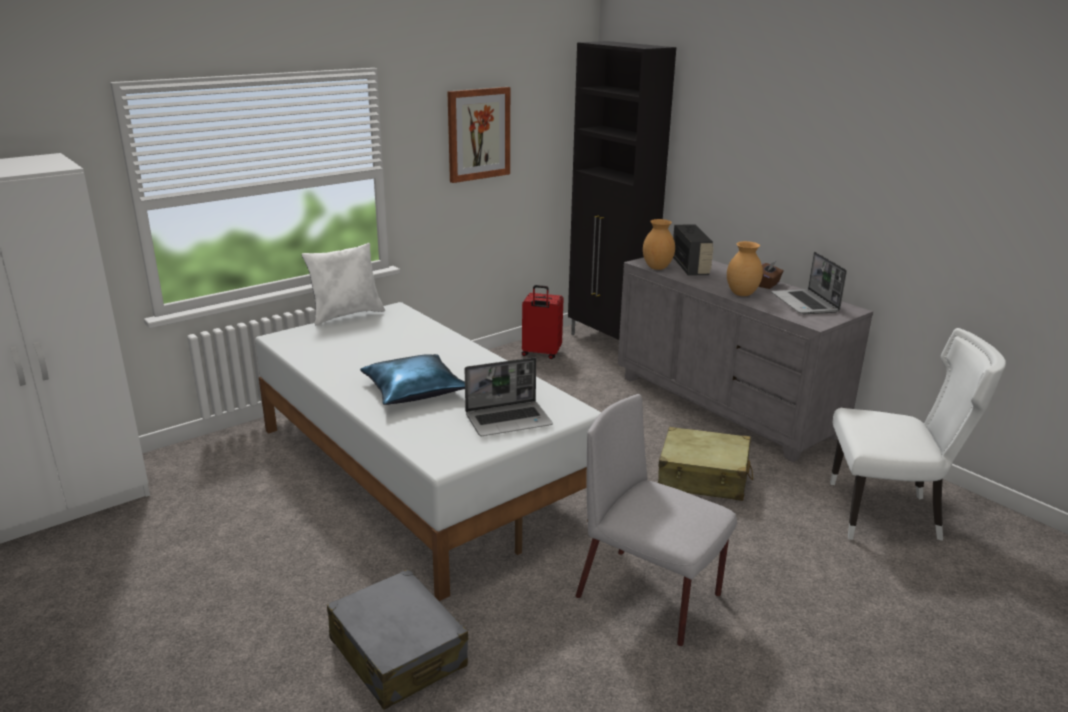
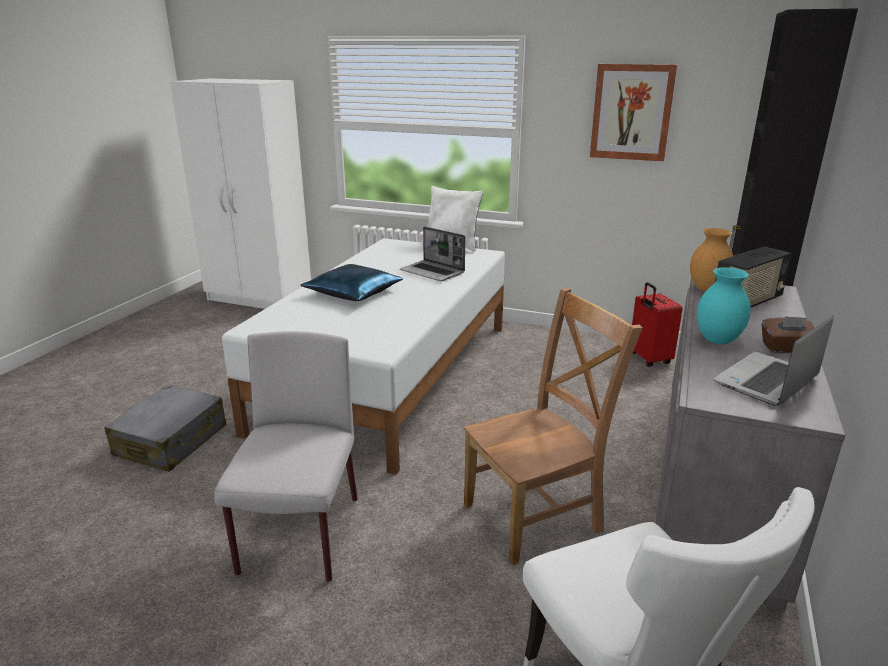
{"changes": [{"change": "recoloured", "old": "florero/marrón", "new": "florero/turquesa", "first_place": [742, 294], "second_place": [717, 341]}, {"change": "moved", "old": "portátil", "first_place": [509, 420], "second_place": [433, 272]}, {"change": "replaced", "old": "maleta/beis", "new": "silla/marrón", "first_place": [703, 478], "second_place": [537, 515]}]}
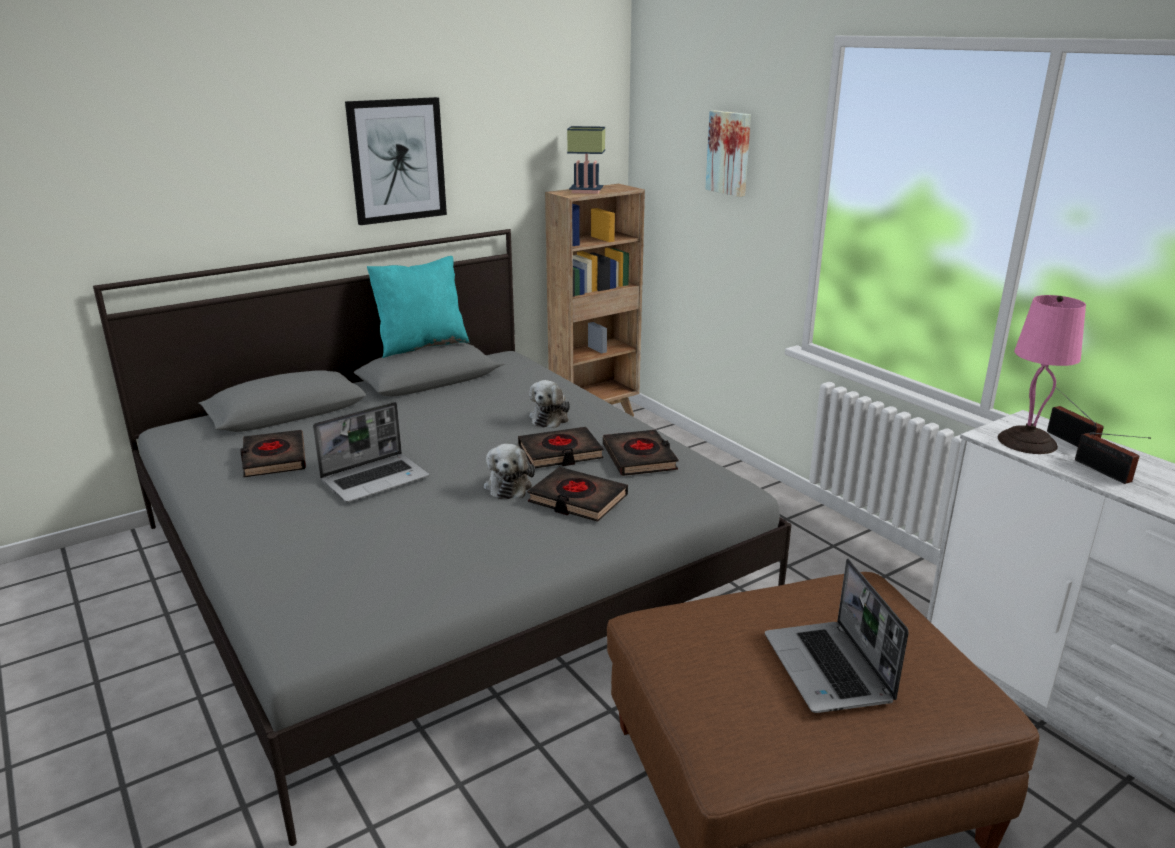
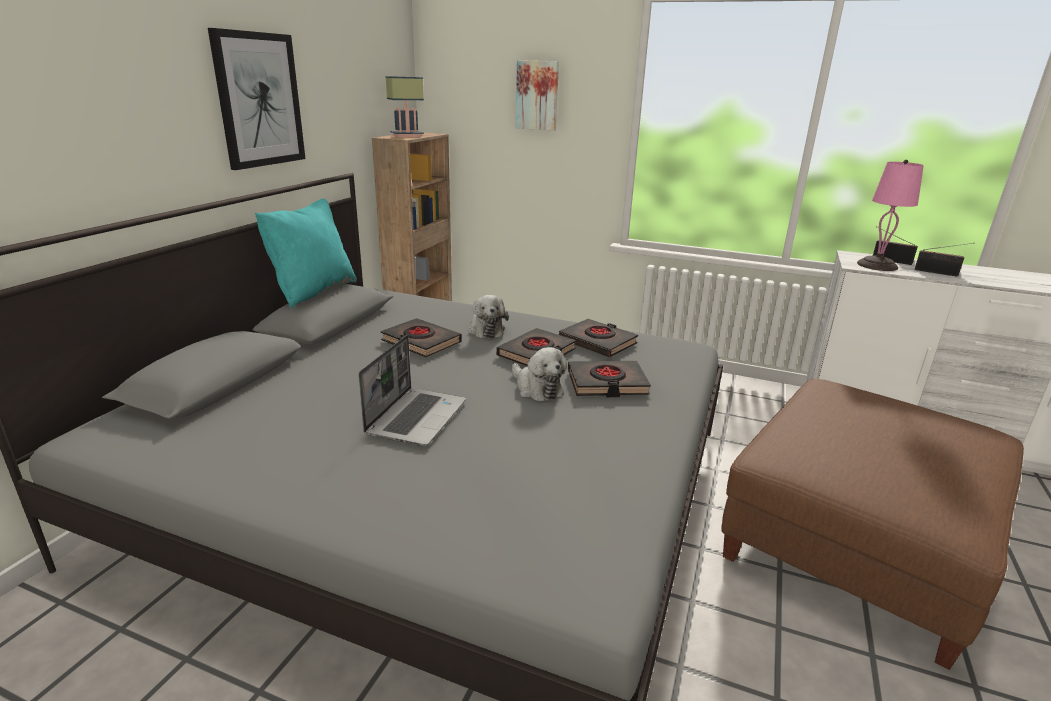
{"changes": [{"change": "moved", "old": "libro/negro", "first_place": [274, 459], "second_place": [421, 342]}, {"change": "removed", "old": "portátil", "first_place": [829, 669]}]}
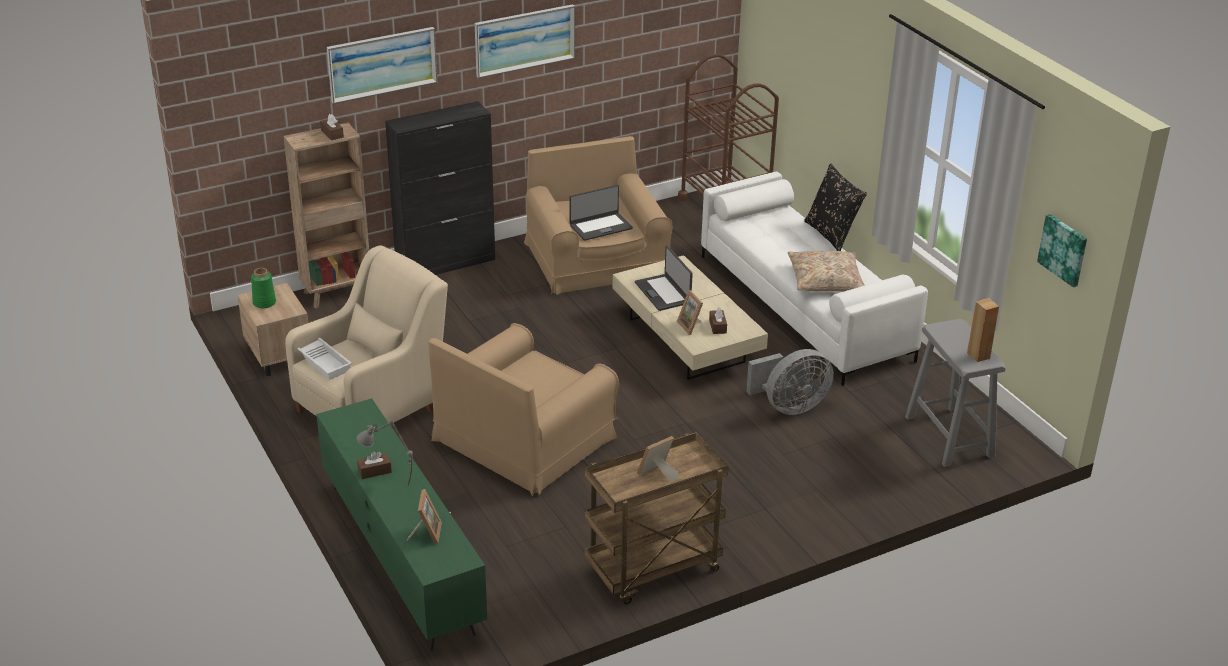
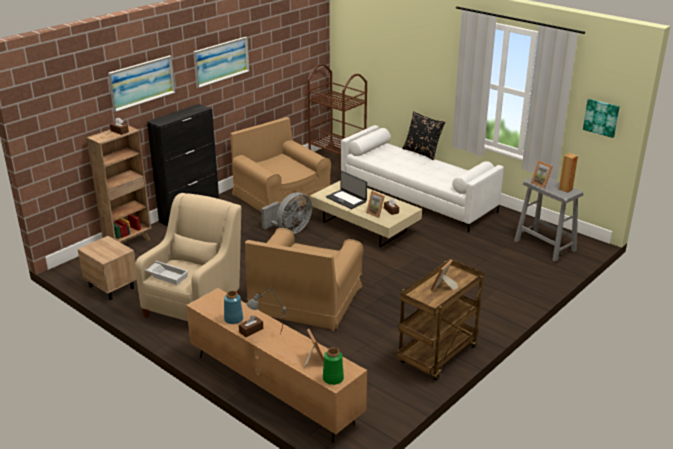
{"changes": [{"change": "removed", "old": "portátil", "first_place": [600, 227]}, {"change": "removed", "old": "cojín/beis", "first_place": [825, 280]}, {"change": "moved", "old": "florero/verde", "first_place": [264, 303], "second_place": [333, 379]}, {"change": "moved", "old": "ventilador/gris", "first_place": [790, 406], "second_place": [290, 230]}, {"change": "recoloured", "old": "mueble de televisión/verde", "new": "mueble de televisión/marrón", "first_place": [402, 558], "second_place": [274, 389]}, {"change": "added", "new": "portarretratos", "second_place": [541, 184]}, {"change": "added", "new": "florero/azul", "second_place": [234, 319]}]}
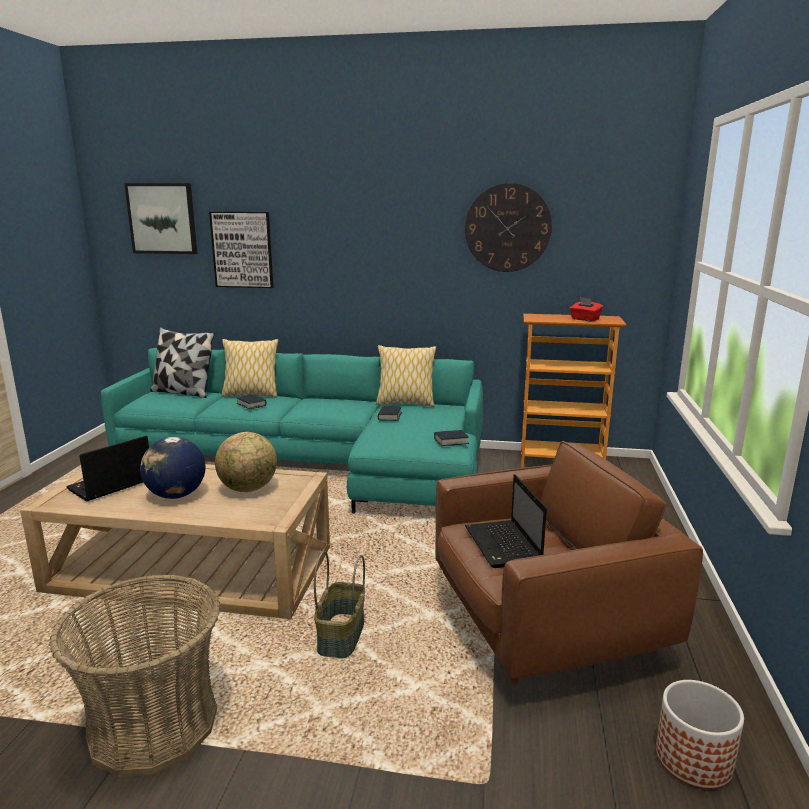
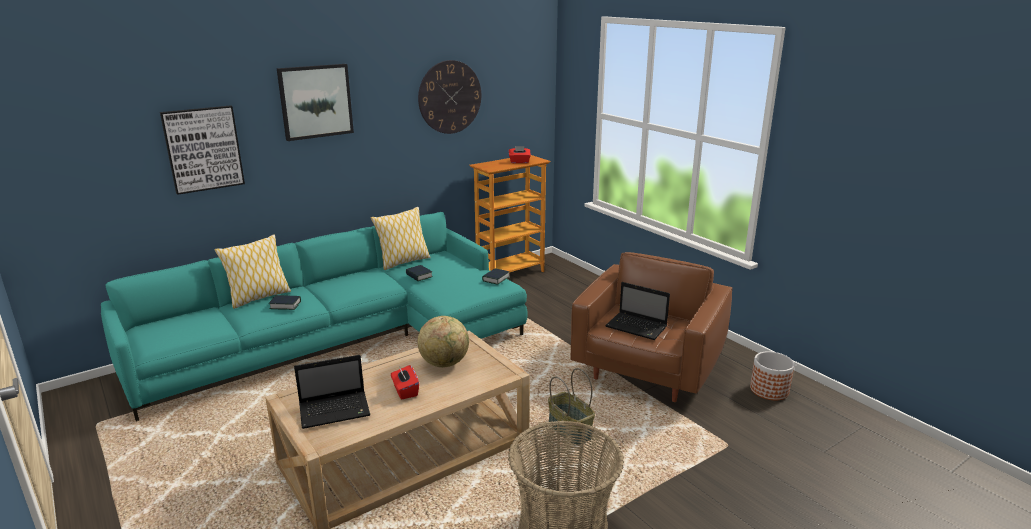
{"changes": [{"change": "moved", "old": "cuadro", "first_place": [162, 218], "second_place": [315, 101]}, {"change": "removed", "old": "cojín", "first_place": [183, 392]}, {"change": "turned", "old": "portátil", "first_place": [109, 486], "second_place": [336, 410], "degrees": -105}, {"change": "replaced", "old": "globo terráqueo", "new": "caja de pañuelos/rojo", "first_place": [176, 495], "second_place": [405, 391]}]}
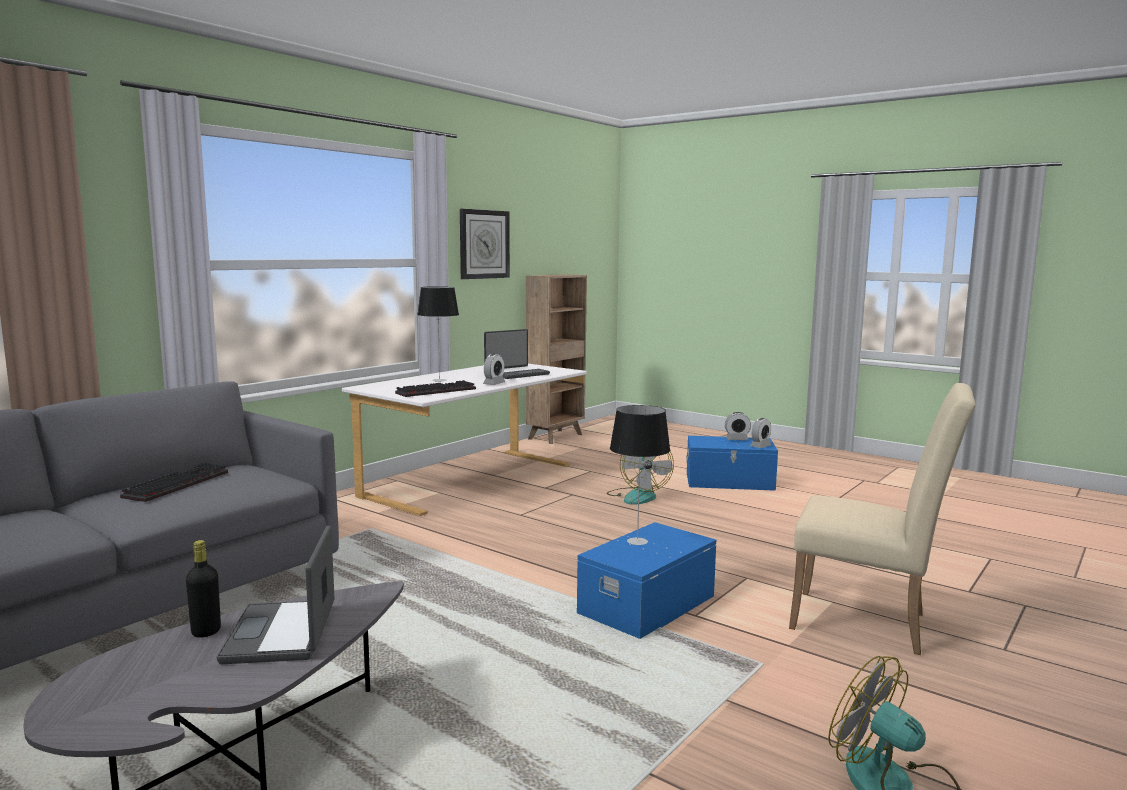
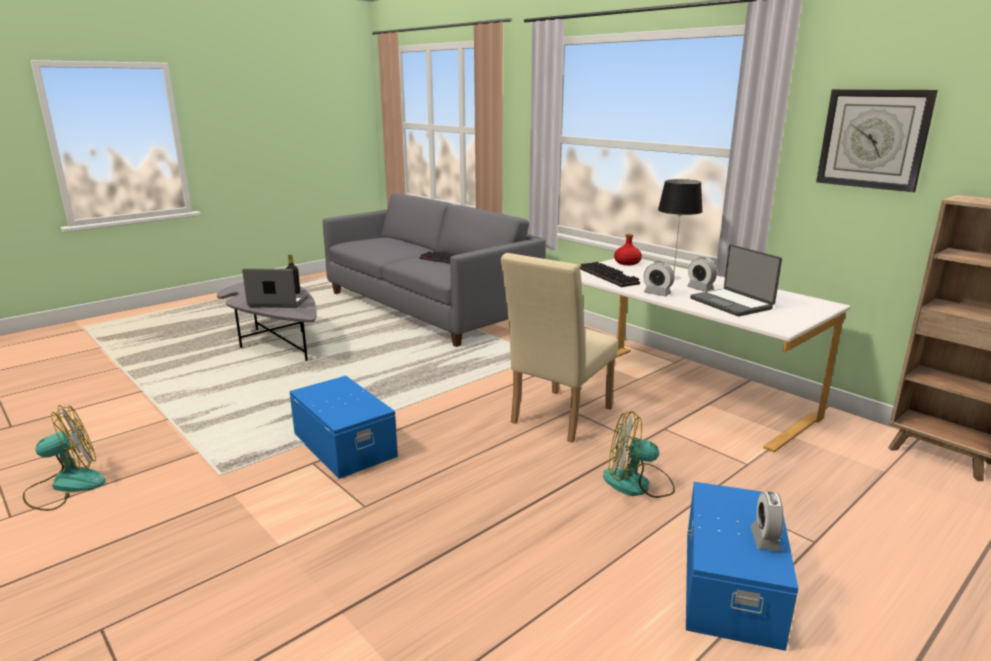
{"changes": [{"change": "moved", "old": "silla/beis", "first_place": [870, 623], "second_place": [557, 418]}, {"change": "removed", "old": "lámpara de mesa", "first_place": [636, 541]}, {"change": "moved", "old": "despertador", "first_place": [760, 446], "second_place": [700, 289]}, {"change": "added", "new": "botella/rojo", "second_place": [627, 263]}]}
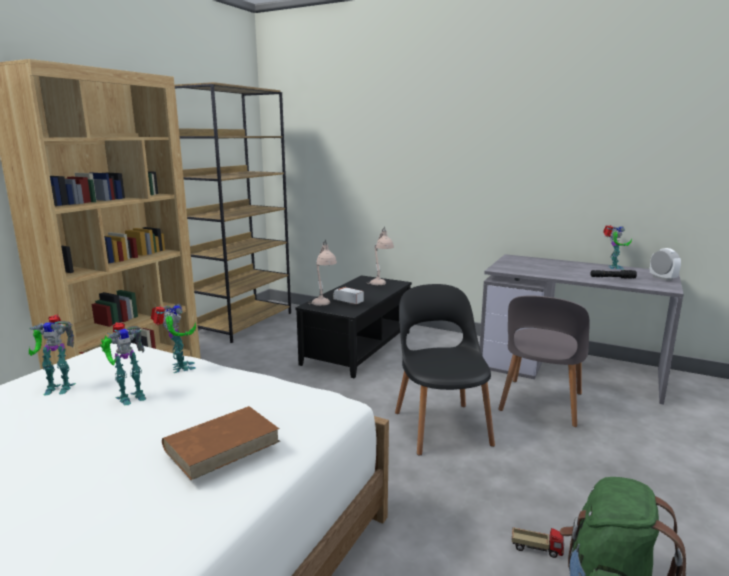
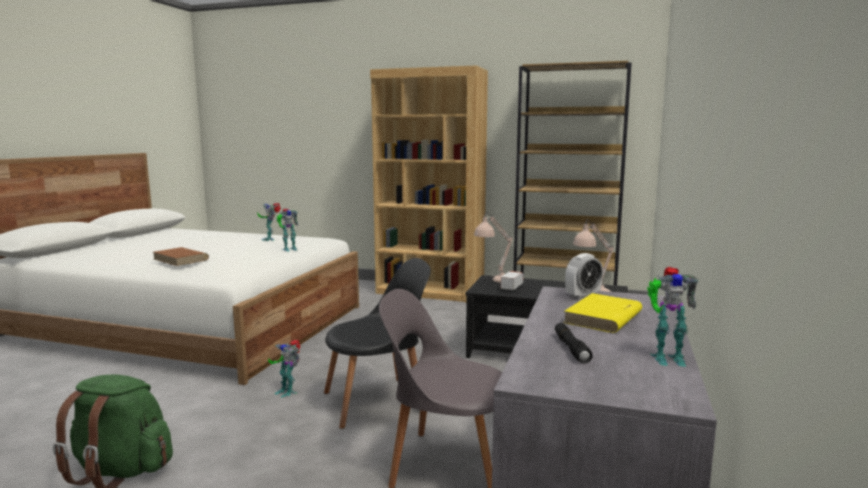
{"changes": [{"change": "moved", "old": "despertador", "first_place": [662, 278], "second_place": [582, 296]}, {"change": "moved", "old": "robot de juguete", "first_place": [129, 396], "second_place": [287, 391]}, {"change": "removed", "old": "camión de juguete", "first_place": [536, 549]}, {"change": "added", "new": "libro/amarillo", "second_place": [603, 318]}]}
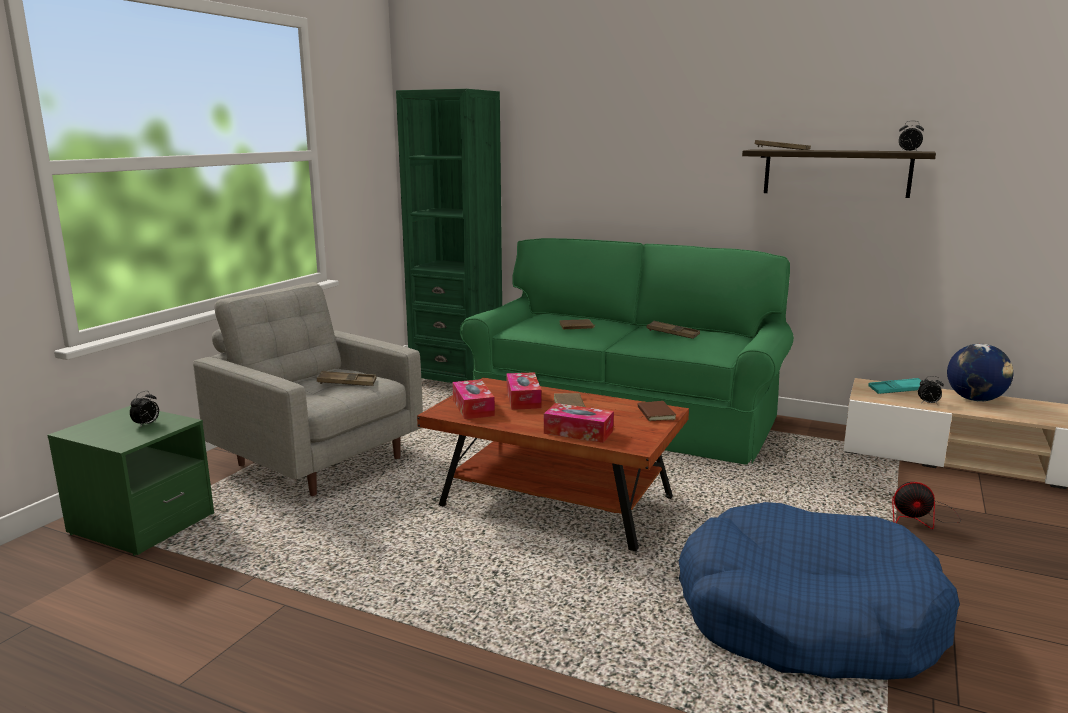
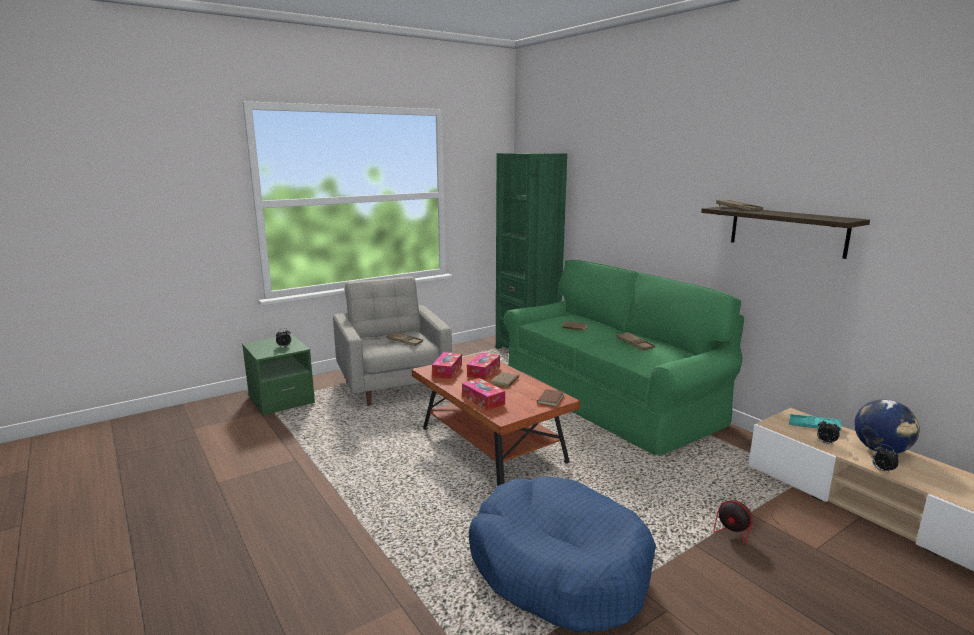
{"changes": [{"change": "moved", "old": "despertador", "first_place": [908, 151], "second_place": [882, 470]}]}
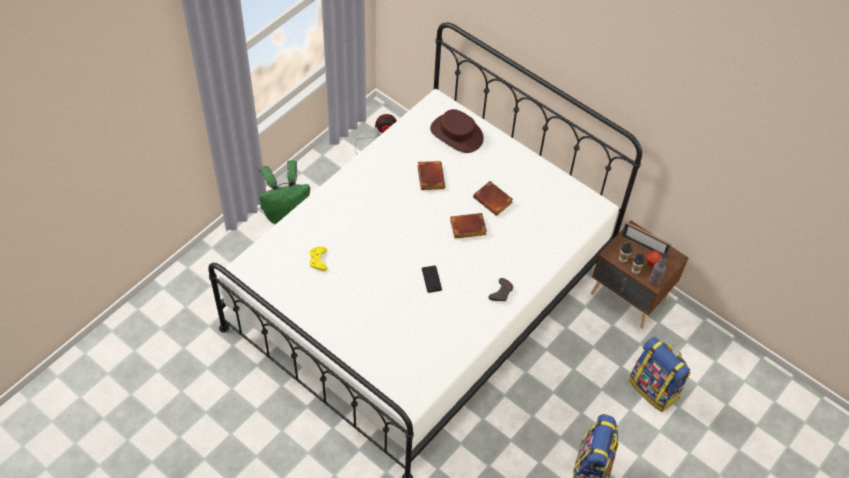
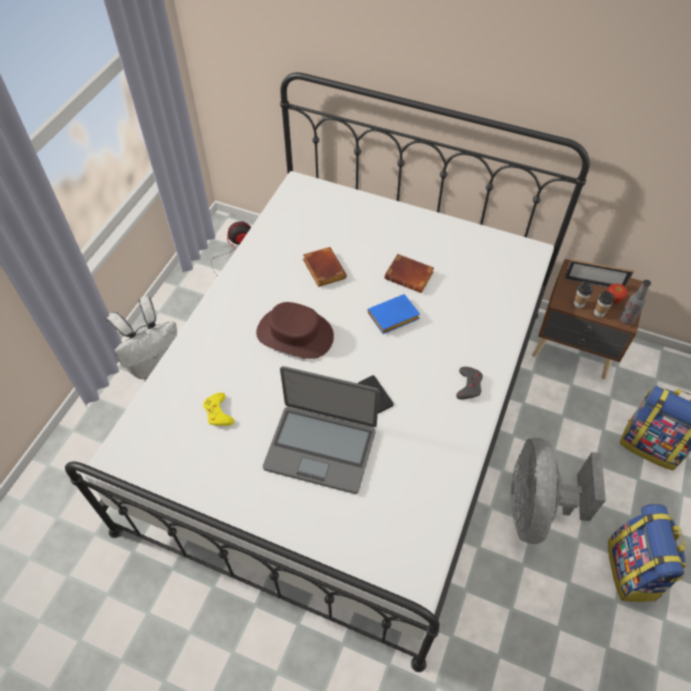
{"changes": [{"change": "moved", "old": "sombrero/marrón", "first_place": [457, 134], "second_place": [295, 334]}, {"change": "recoloured", "old": "mochila/verde", "new": "mochila/blanco", "first_place": [285, 213], "second_place": [153, 363]}, {"change": "recoloured", "old": "libro/marrón", "new": "libro/azul", "first_place": [467, 229], "second_place": [393, 318]}, {"change": "added", "new": "portátil", "second_place": [321, 448]}, {"change": "added", "new": "ventilador/gris", "second_place": [536, 508]}]}
